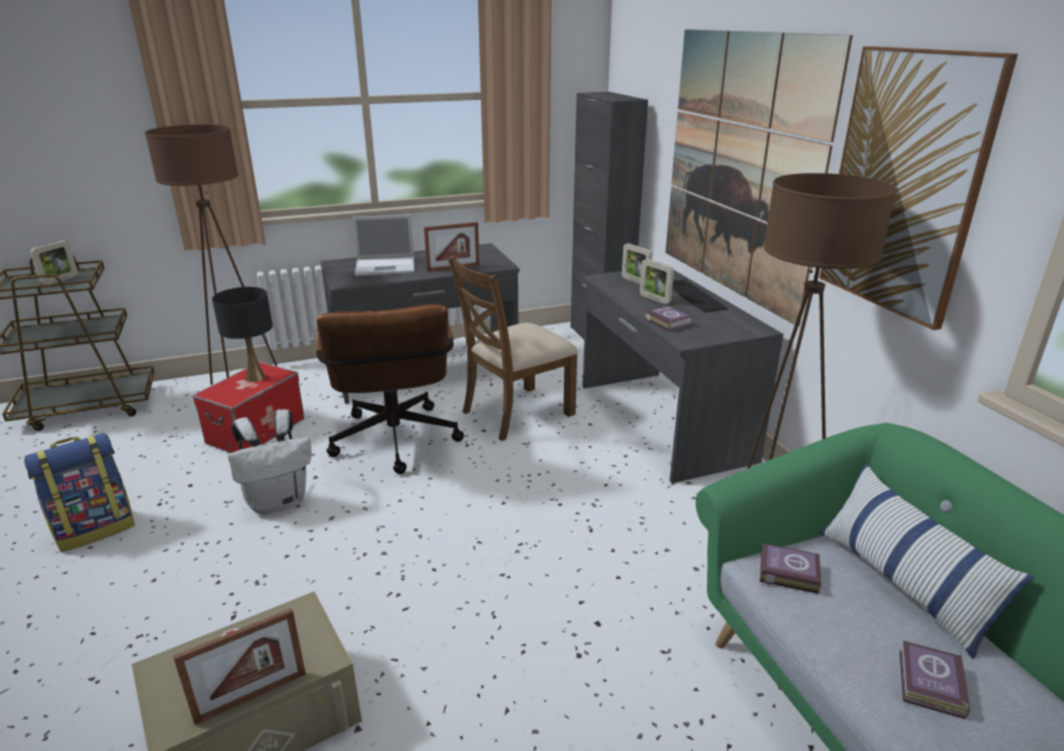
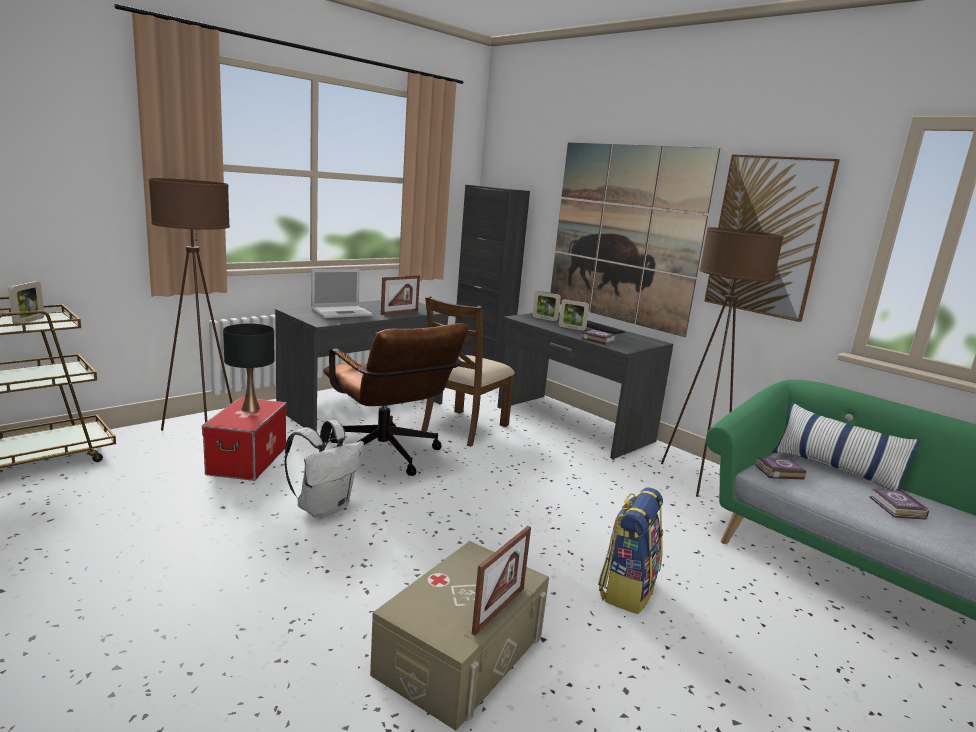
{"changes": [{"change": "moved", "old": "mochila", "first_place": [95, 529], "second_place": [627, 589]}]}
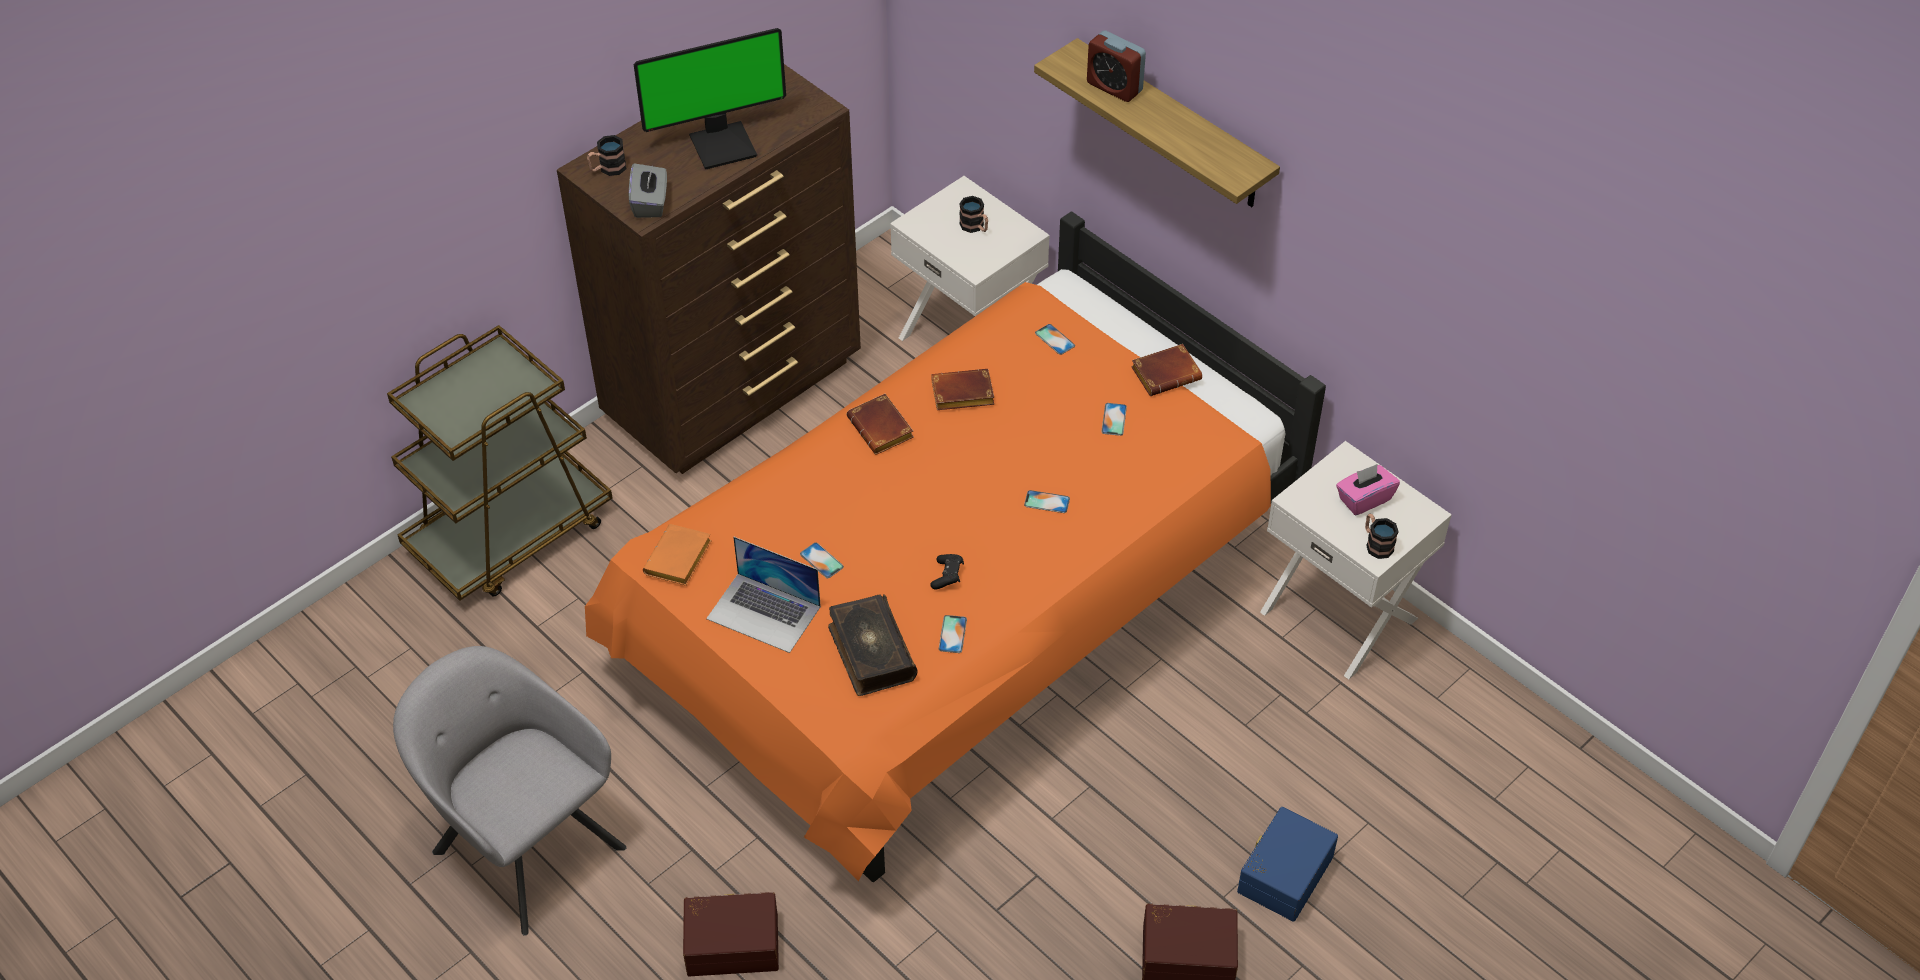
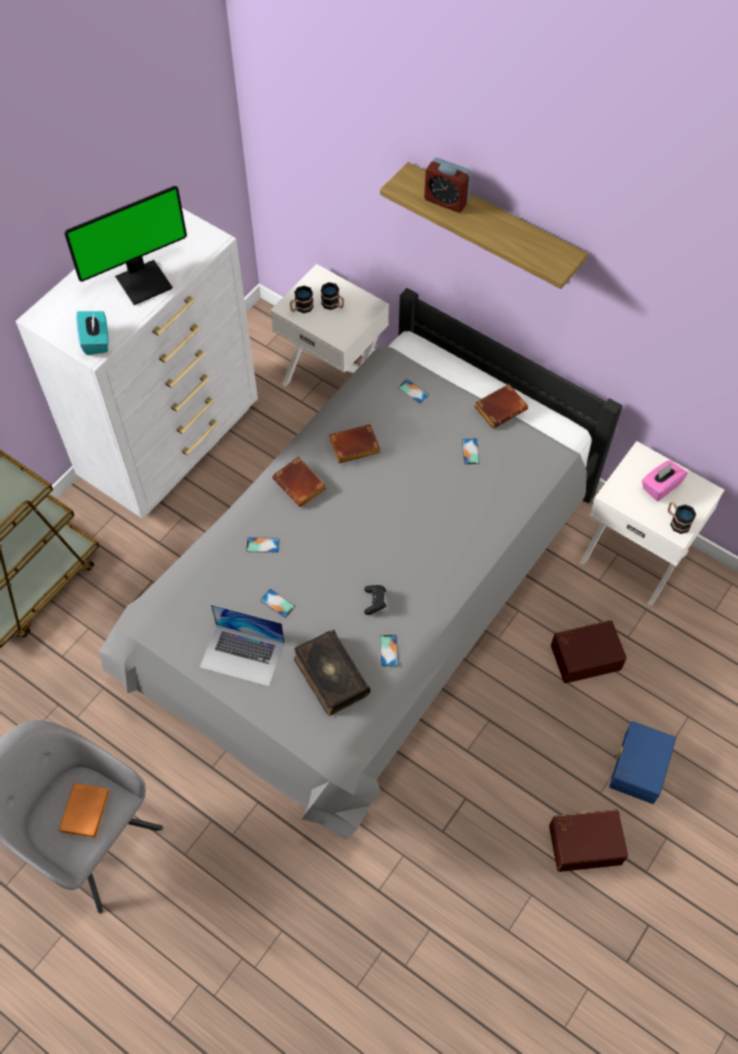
{"changes": [{"change": "recoloured", "old": "cómoda/marrón", "new": "cómoda/blanco", "first_place": [736, 391], "second_place": [172, 443]}, {"change": "moved", "old": "taza grande", "first_place": [608, 169], "second_place": [301, 308]}, {"change": "recoloured", "old": "caja de pañuelos/gris", "new": "caja de pañuelos/turquesa", "first_place": [650, 203], "second_place": [96, 341]}, {"change": "recoloured", "old": "cama/naranja", "new": "cama/gris", "first_place": [958, 611], "second_place": [368, 595]}, {"change": "moved", "old": "móvil", "first_place": [1047, 502], "second_place": [262, 545]}, {"change": "moved", "old": "libro/naranja", "first_place": [679, 561], "second_place": [87, 814]}, {"change": "moved", "old": "caja de almacenaje/marrón", "first_place": [732, 942], "second_place": [585, 655]}]}
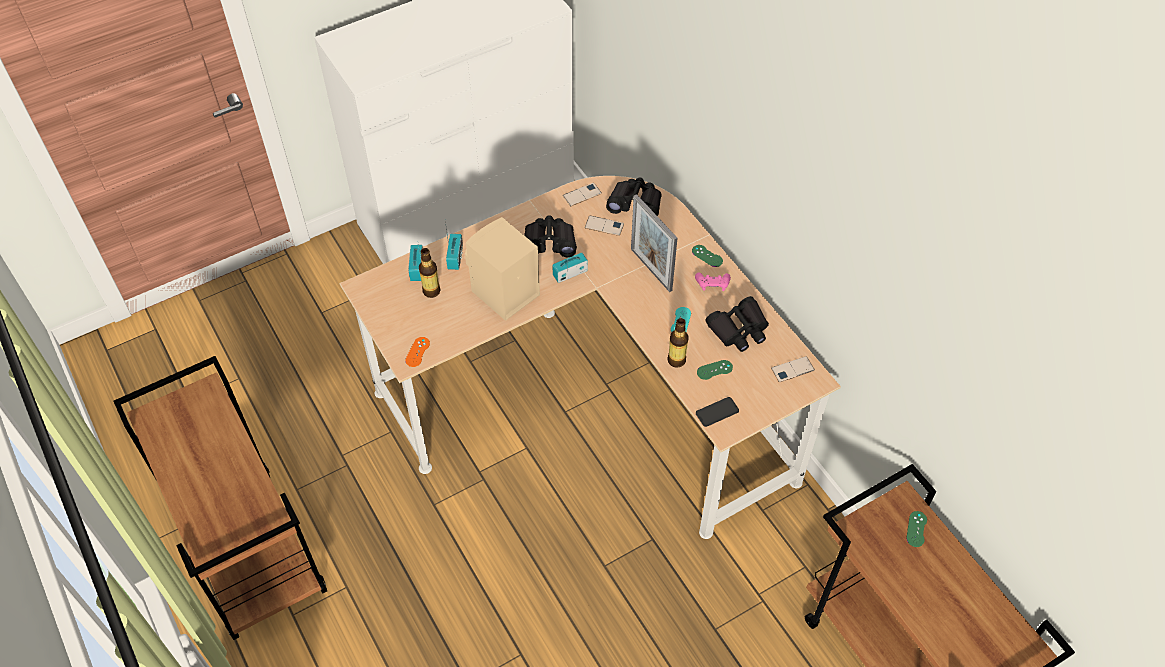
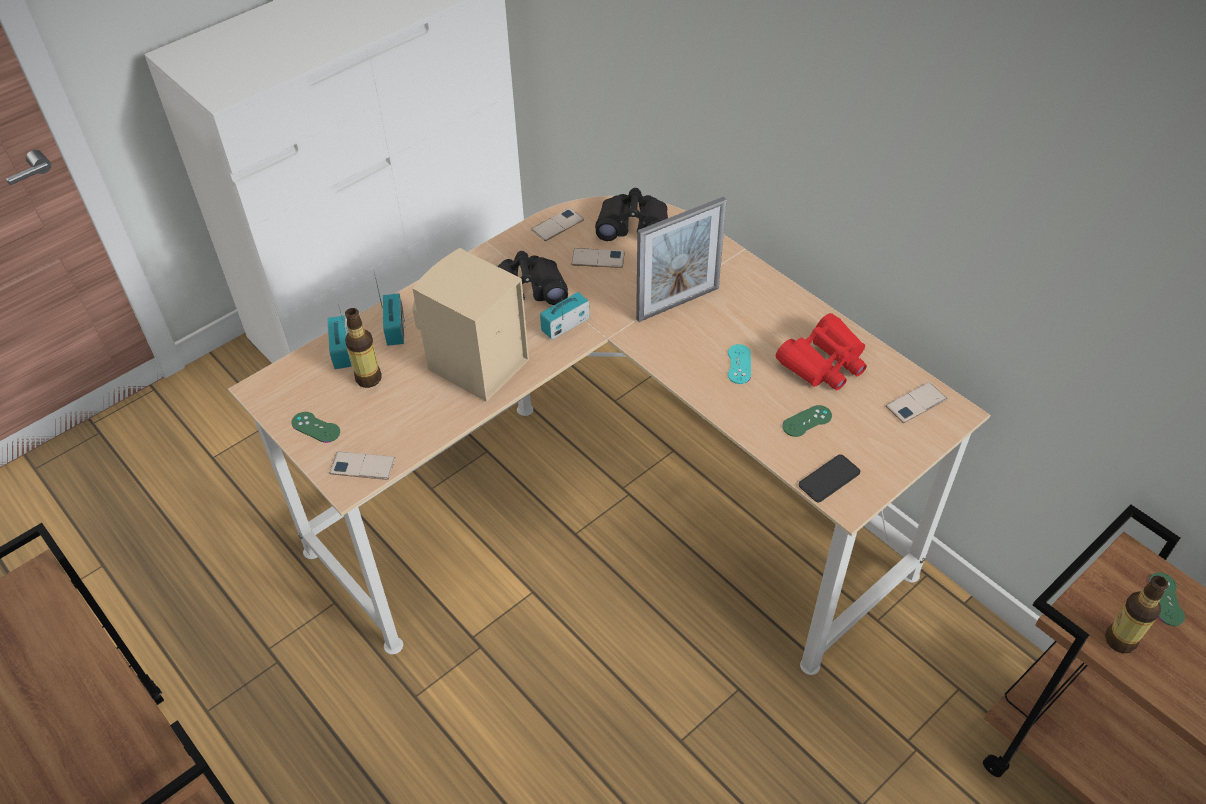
{"changes": [{"change": "turned", "old": "portarretratos", "first_place": [651, 269], "second_place": [678, 303], "degrees": -75}, {"change": "moved", "old": "mando de consola/verde", "first_place": [707, 256], "second_place": [316, 427]}, {"change": "removed", "old": "mando de consola/rosa", "first_place": [712, 285]}, {"change": "recoloured", "old": "prismáticos/negro", "new": "prismáticos/rojo", "first_place": [739, 330], "second_place": [823, 362]}, {"change": "moved", "old": "botella", "first_place": [676, 360], "second_place": [1120, 640]}, {"change": "replaced", "old": "mando de consola/naranja", "new": "móvil", "first_place": [417, 352], "second_place": [362, 466]}]}
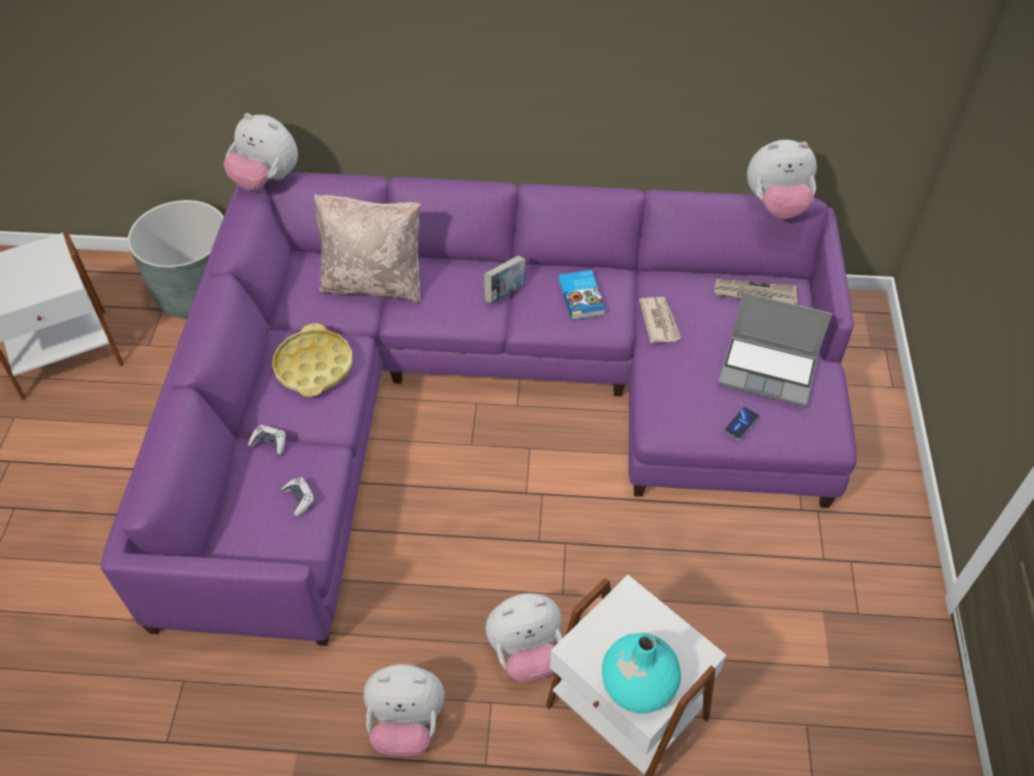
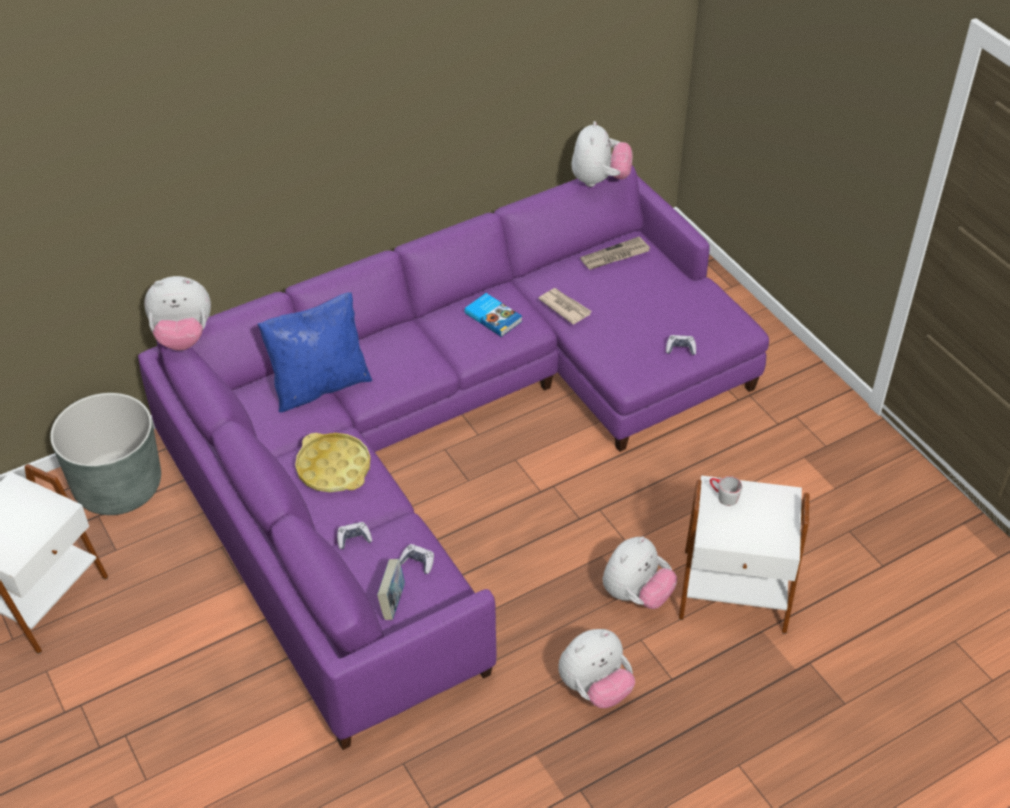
{"changes": [{"change": "turned", "old": "peluche", "first_place": [776, 206], "second_place": [599, 180], "degrees": -45}, {"change": "recoloured", "old": "cojín/beis", "new": "cojín/azul", "first_place": [374, 283], "second_place": [319, 385]}, {"change": "moved", "old": "libro", "first_place": [505, 293], "second_place": [392, 601]}, {"change": "removed", "old": "portátil", "first_place": [769, 371]}, {"change": "replaced", "old": "móvil", "new": "mando de consola", "first_place": [741, 424], "second_place": [680, 349]}, {"change": "removed", "old": "florero/turquesa", "first_place": [637, 684]}, {"change": "added", "new": "taza grande/gris", "second_place": [723, 496]}]}
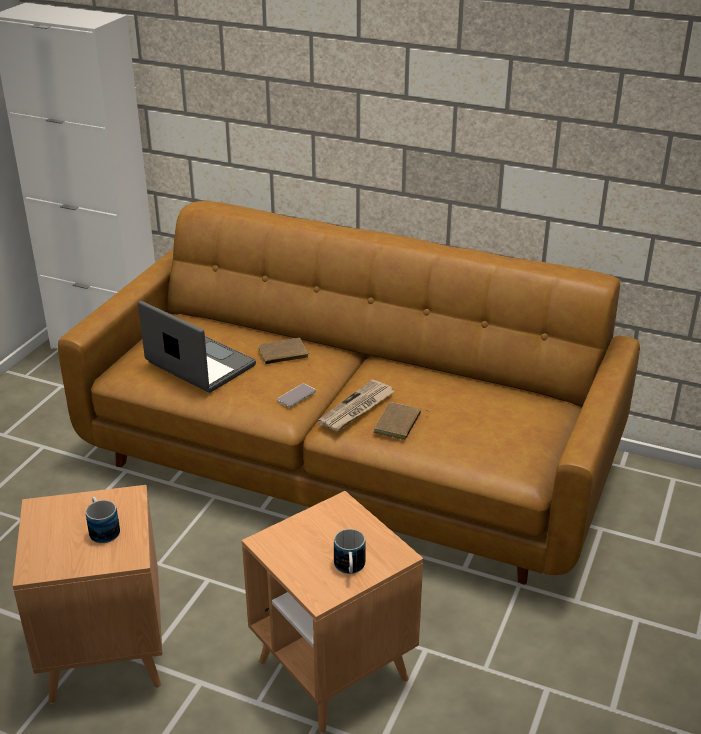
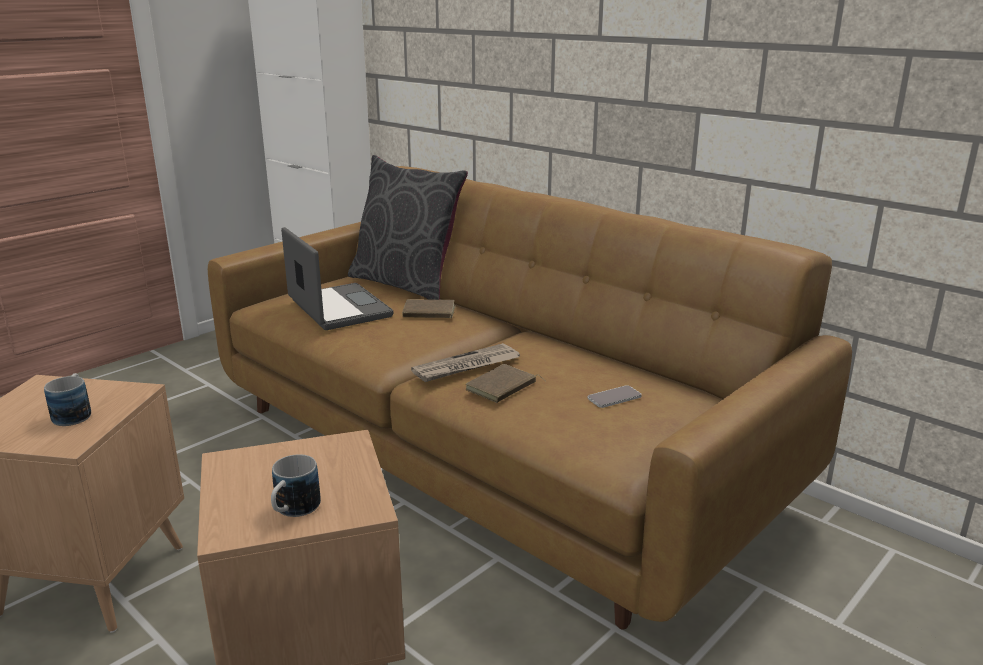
{"changes": [{"change": "moved", "old": "móvil", "first_place": [296, 396], "second_place": [614, 398]}, {"change": "added", "new": "cojín/gris", "second_place": [406, 284]}]}
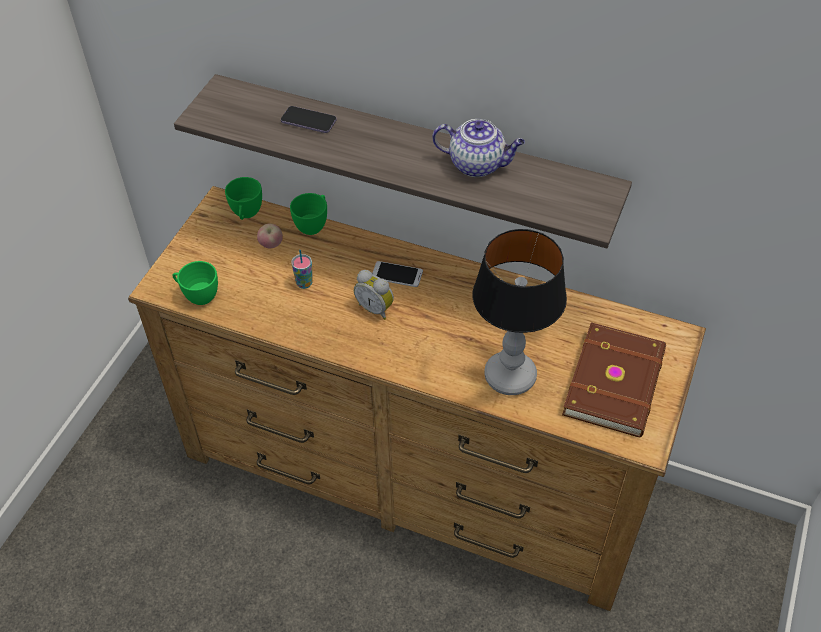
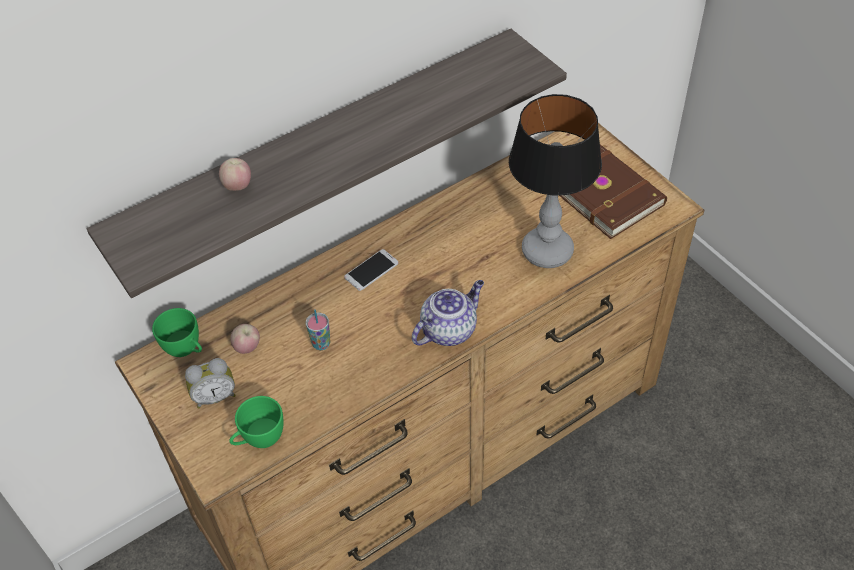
{"changes": [{"change": "replaced", "old": "móvil", "new": "manzana", "first_place": [308, 121], "second_place": [238, 186]}, {"change": "moved", "old": "tetera", "first_place": [478, 164], "second_place": [449, 329]}, {"change": "removed", "old": "taza/verde", "first_place": [313, 225]}, {"change": "moved", "old": "despertador", "first_place": [376, 308], "second_place": [215, 396]}]}
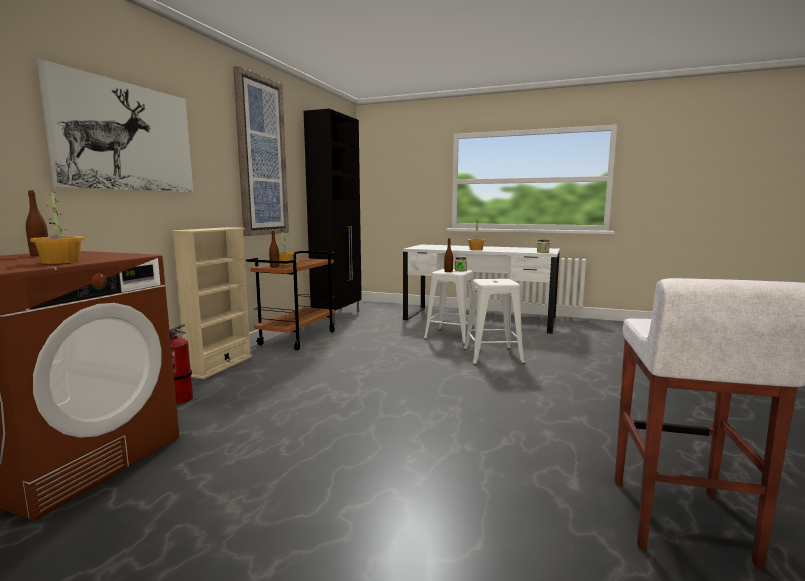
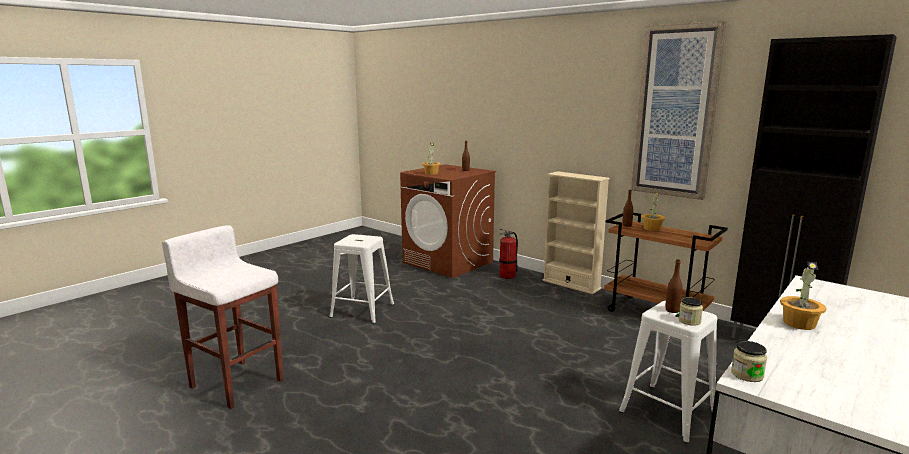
{"changes": [{"change": "removed", "old": "cuadro", "first_place": [126, 137]}, {"change": "moved", "old": "taburete/blanco", "first_place": [492, 355], "second_place": [362, 310]}]}
